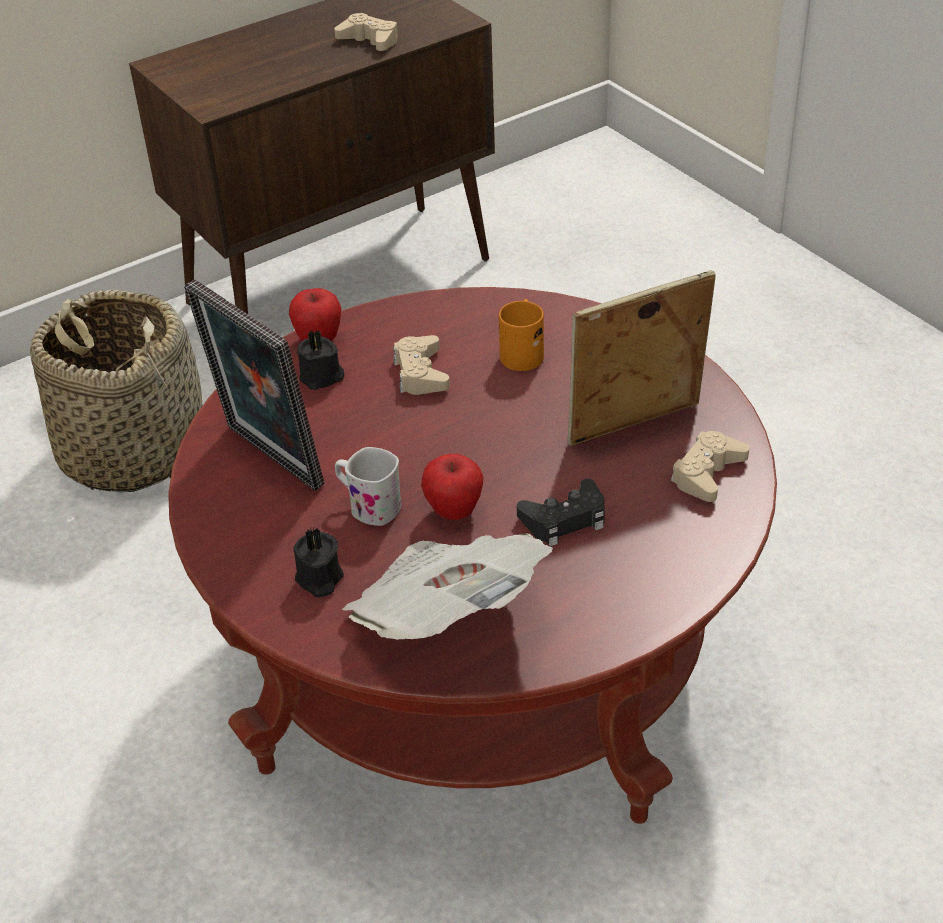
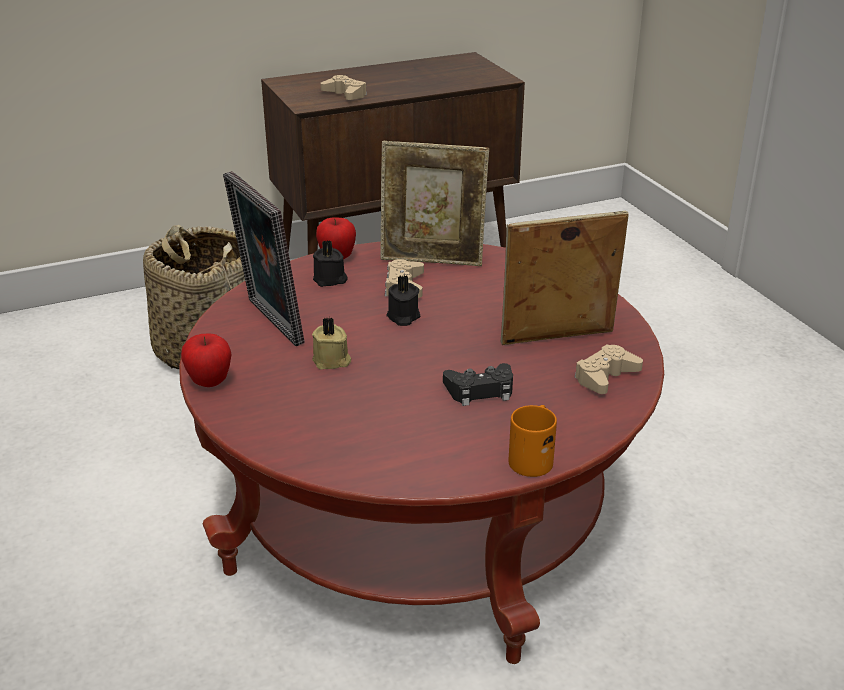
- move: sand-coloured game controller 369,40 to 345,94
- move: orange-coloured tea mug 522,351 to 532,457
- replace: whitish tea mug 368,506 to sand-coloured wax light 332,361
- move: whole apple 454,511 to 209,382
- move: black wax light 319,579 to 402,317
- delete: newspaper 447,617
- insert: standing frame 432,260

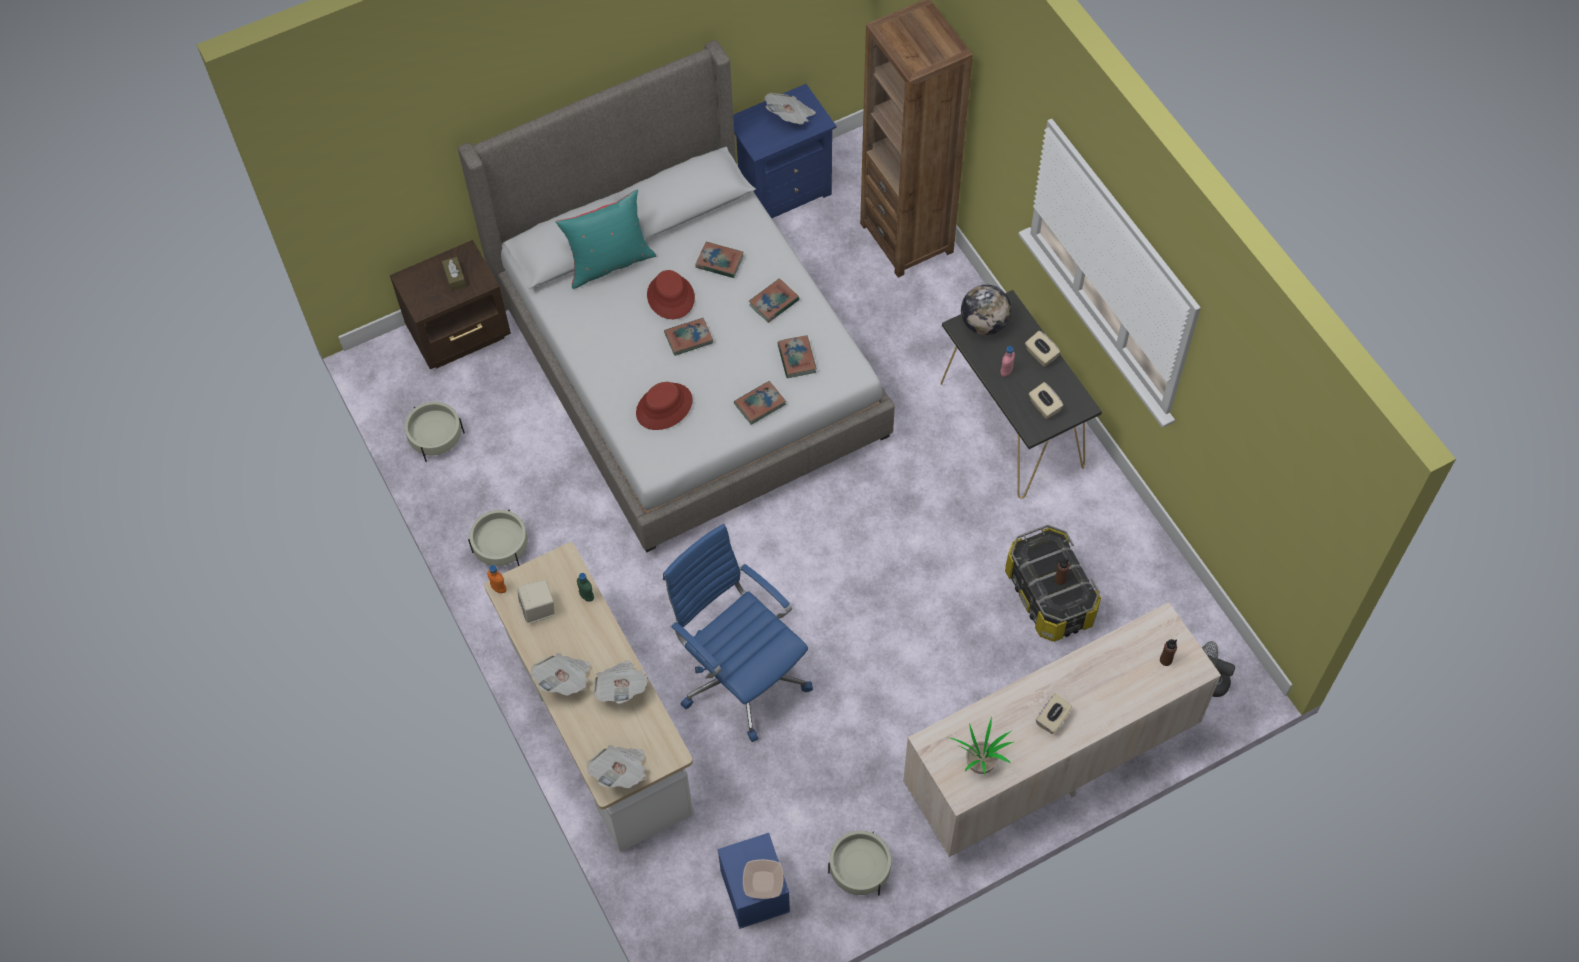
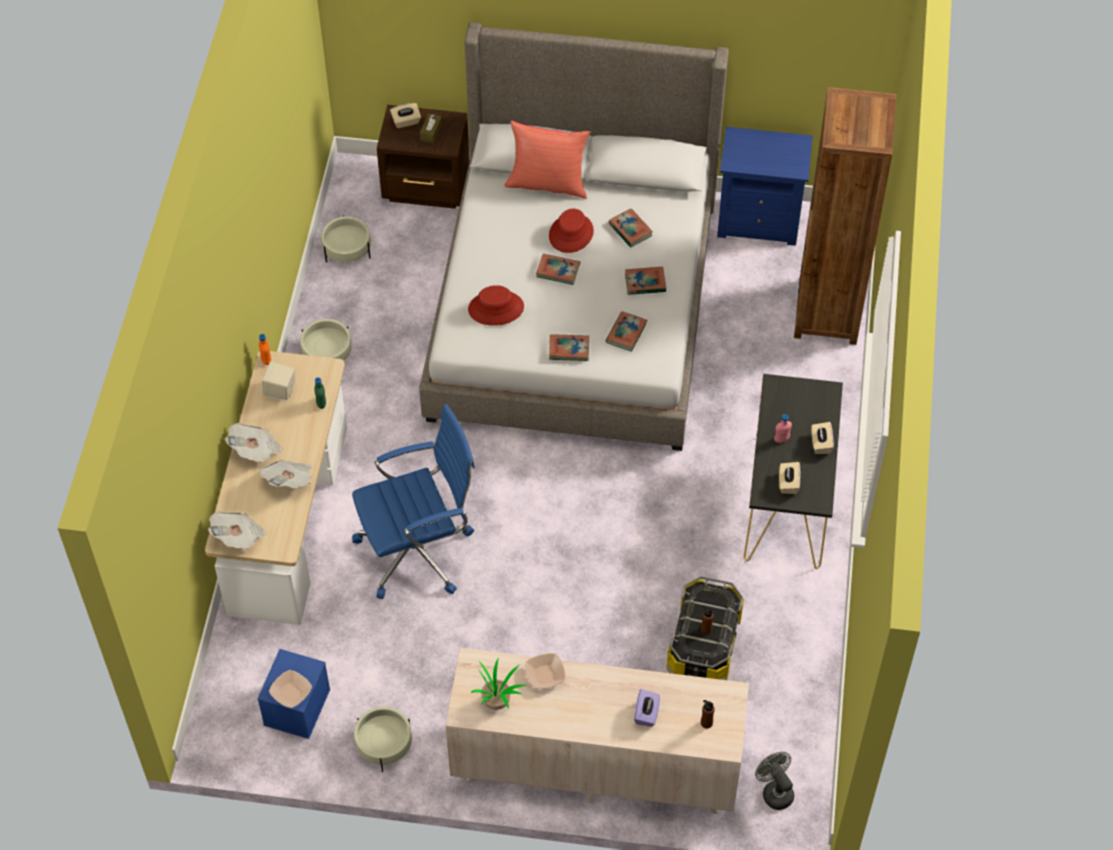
- delete: newspaper 790,117
- recolor: turquoise-coloured pillow 609,263 to reddish pillow 547,183
- delete: world globe 984,324
- rotate: bluish desk chair 741,675 = 419,551 75 degrees clockwise
- move: sand-coloured tissue holder 1052,719 to 406,122
- insert: serving bowl 545,675
- insert: purplish tissue holder 646,714

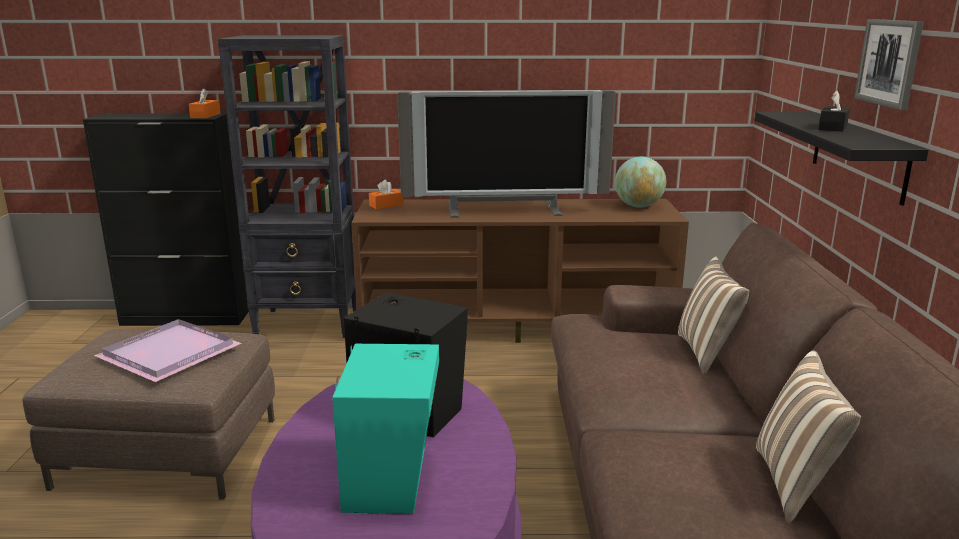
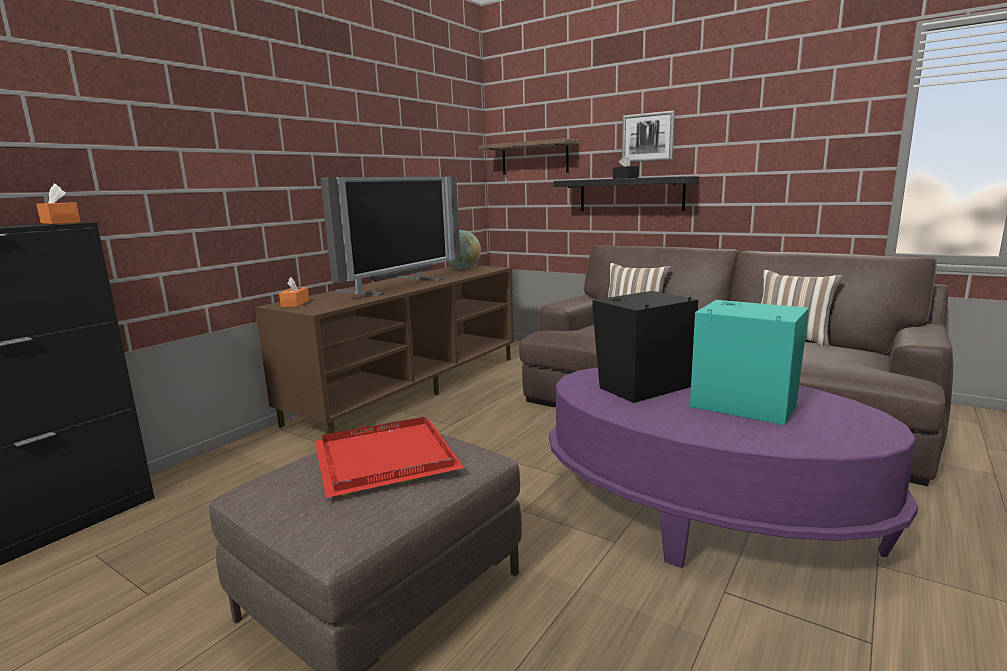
- delete: black shelving unit 309,323
- recolor: purplish carrying tray 172,353 to reddish carrying tray 387,457
- insert: shelf 534,158

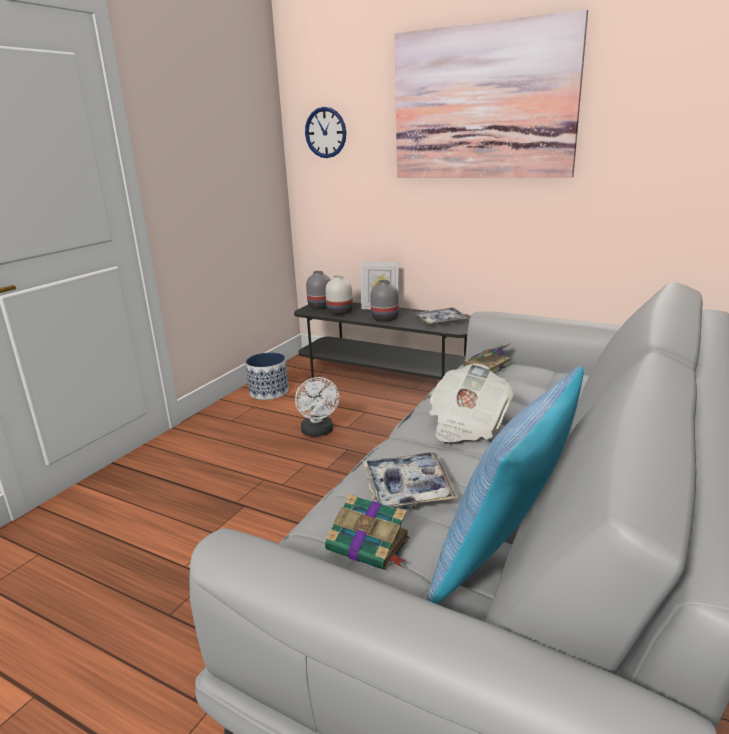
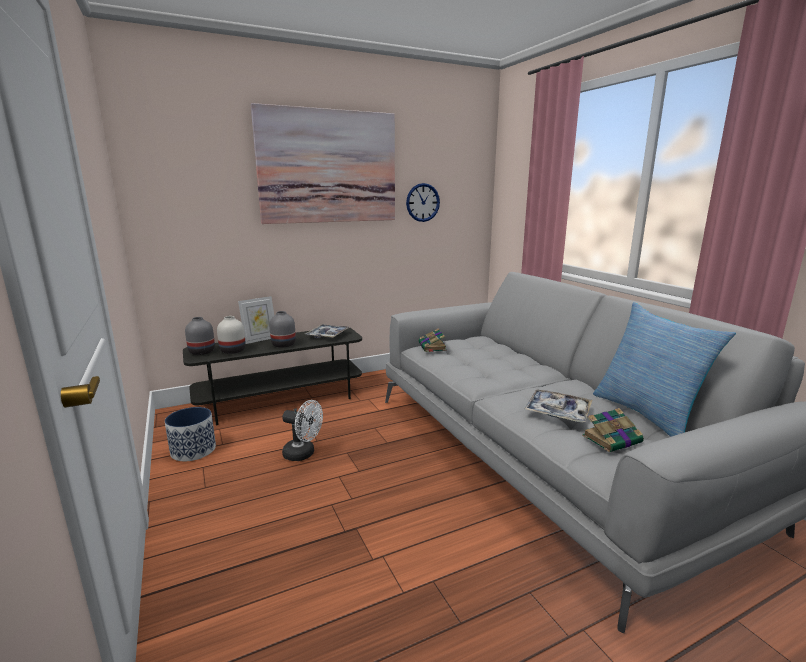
- move: wall clock 325,132 to 422,202
- delete: newspaper 466,424

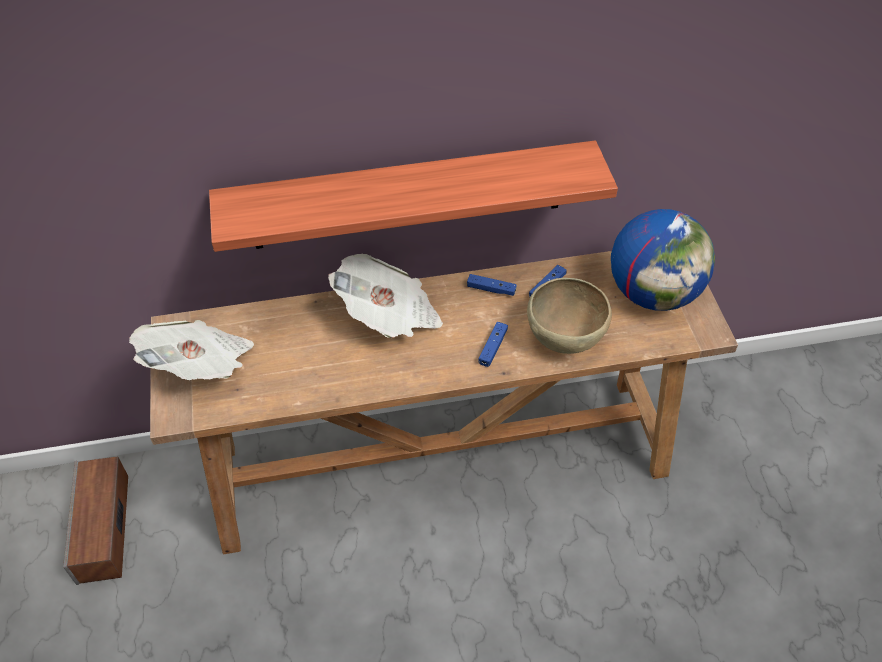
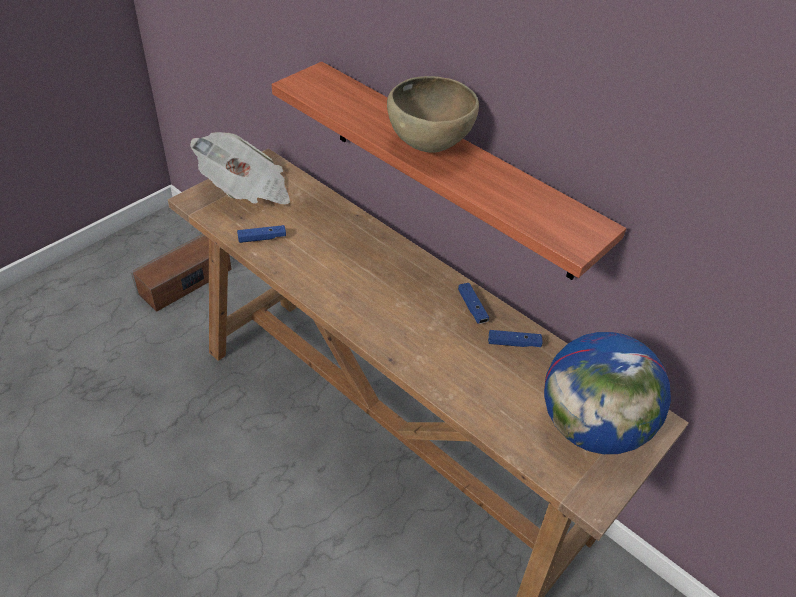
- delete: newspaper 389,316
- move: brown-coloured serving bowl 565,339 to 429,146
- move: bluish game controller 493,347 to 262,238

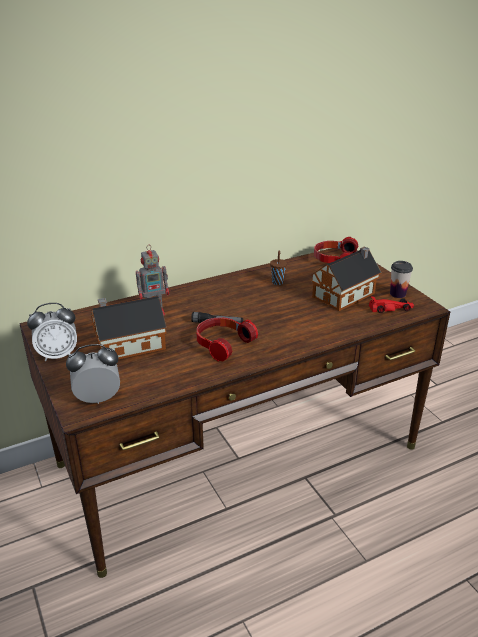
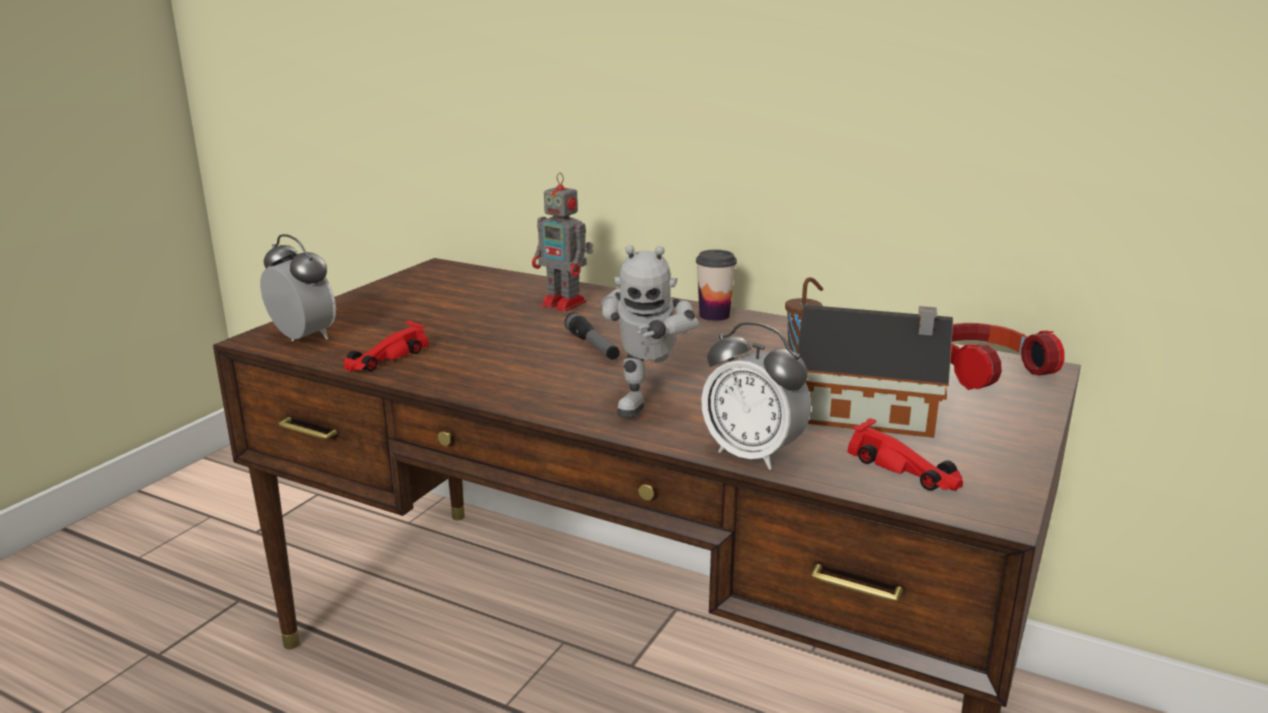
- move: cup 397,294 to 714,315
- delete: toy house 128,345
- move: bedside clock 58,355 to 753,454
- delete: headset 222,344
- insert: model robot 647,400
- insert: reddish toy car 385,358

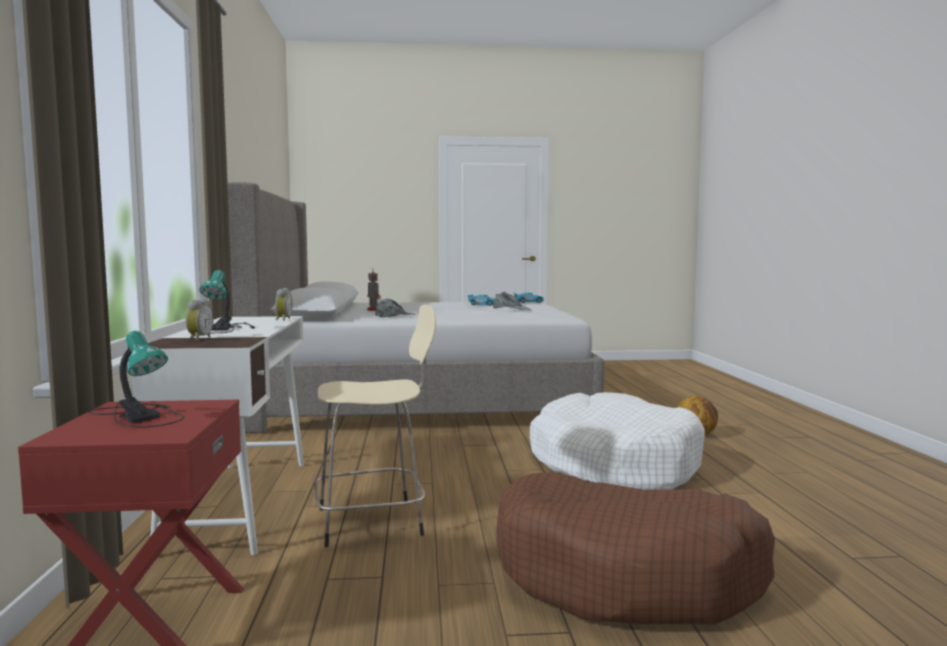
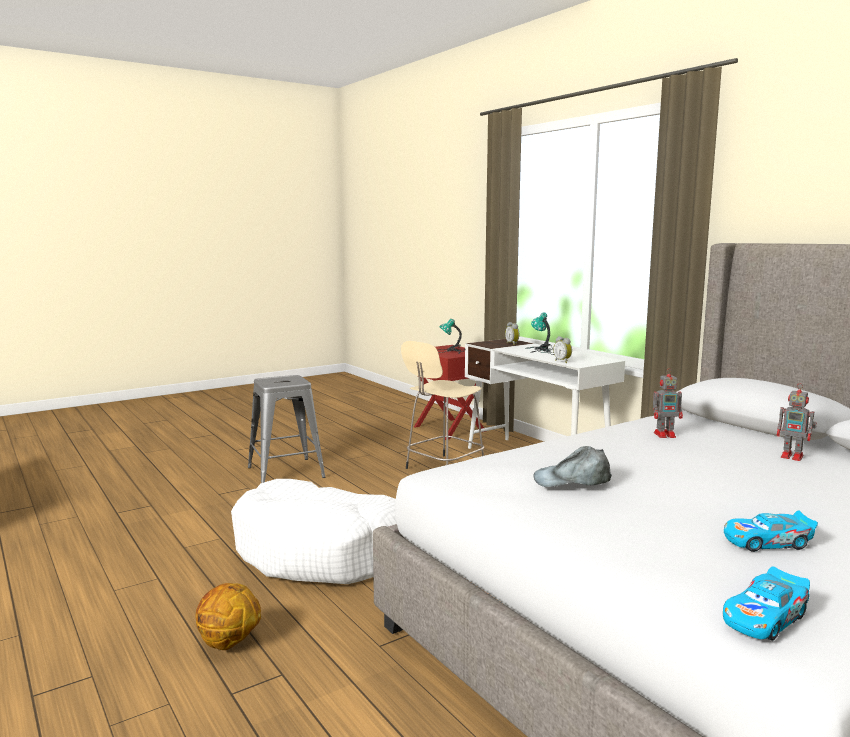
- replace: greyish baseball cap 394,316 to model robot 665,435
- replace: brown-coloured dog cushion 626,576 to greyish stool 285,472

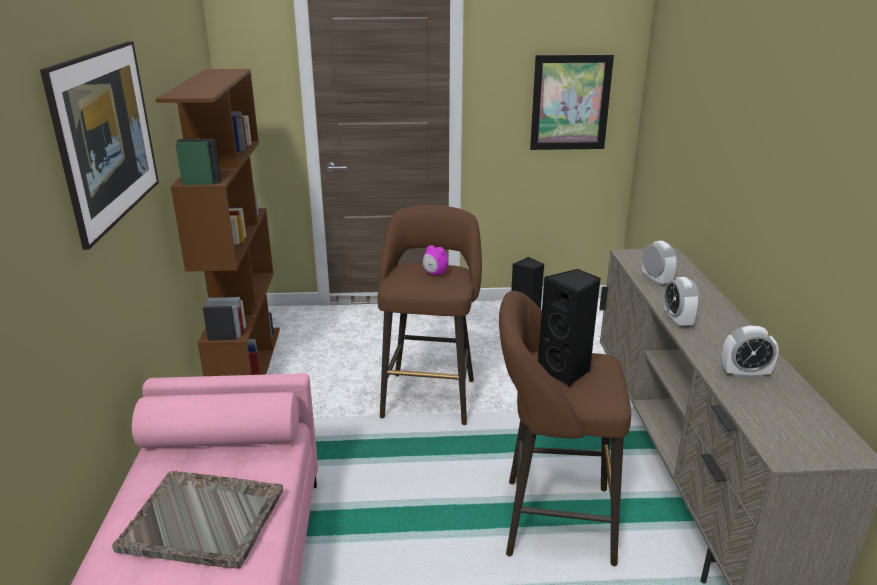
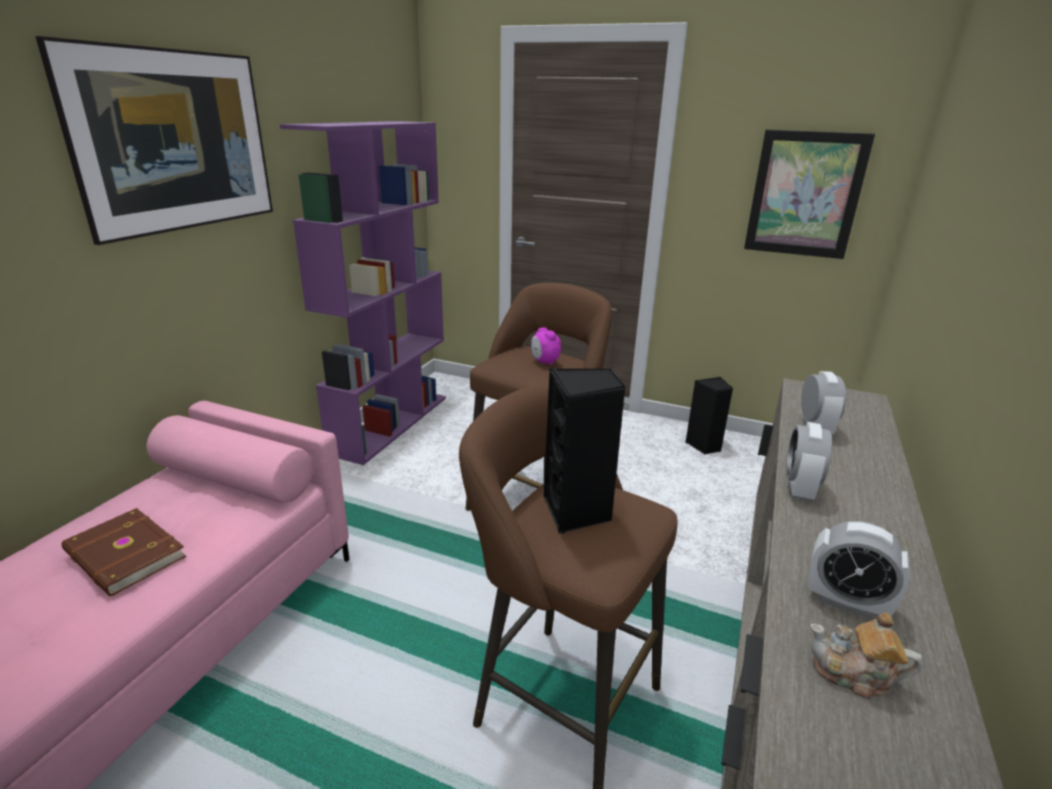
- recolor: brown-coloured shelving unit 247,365 to purplish shelving unit 390,423
- replace: greyish carrying tray 204,520 to brown-coloured bound book 123,556
- insert: tea pot 853,675

